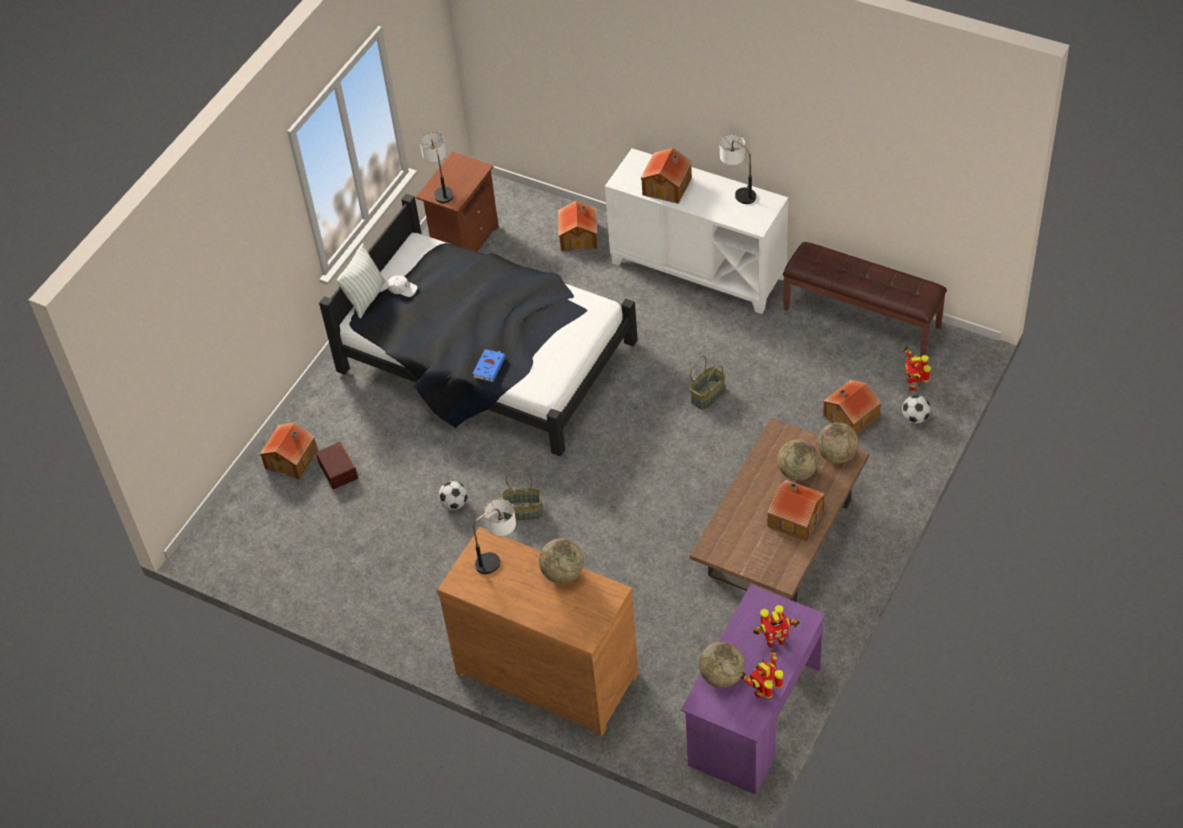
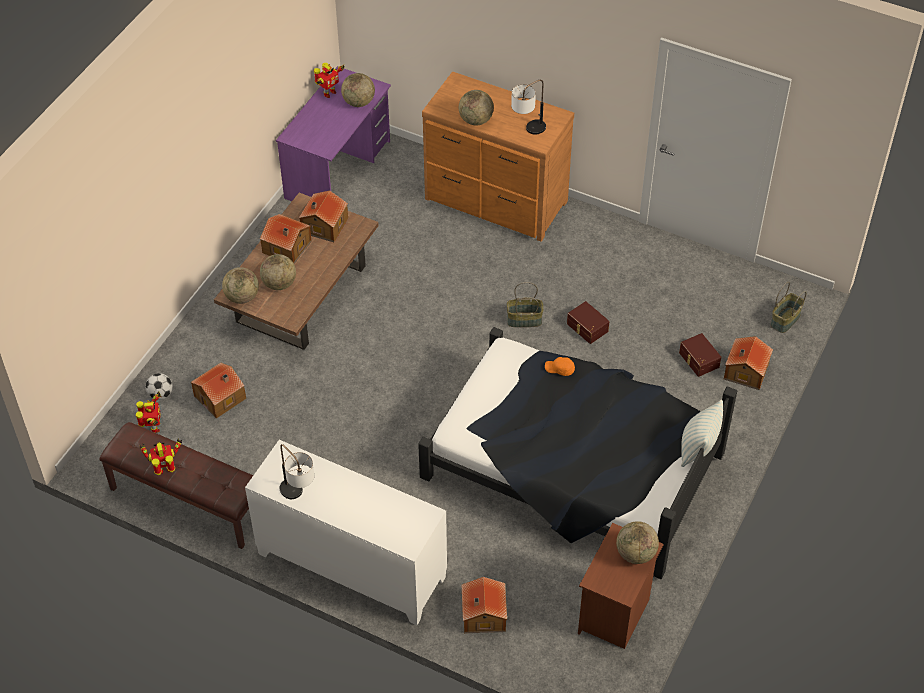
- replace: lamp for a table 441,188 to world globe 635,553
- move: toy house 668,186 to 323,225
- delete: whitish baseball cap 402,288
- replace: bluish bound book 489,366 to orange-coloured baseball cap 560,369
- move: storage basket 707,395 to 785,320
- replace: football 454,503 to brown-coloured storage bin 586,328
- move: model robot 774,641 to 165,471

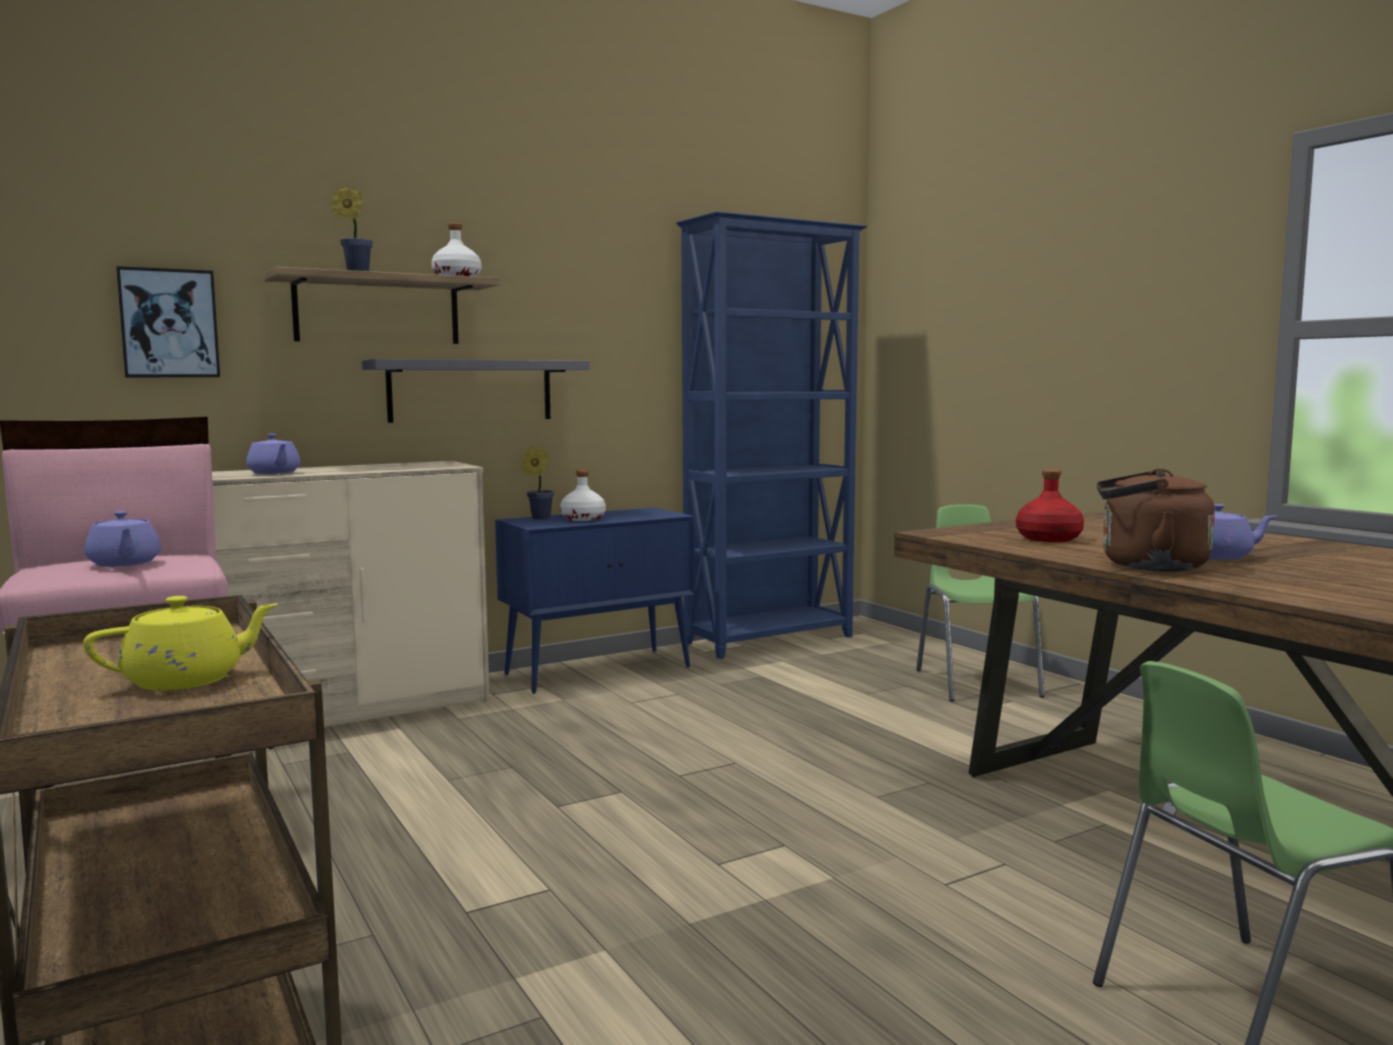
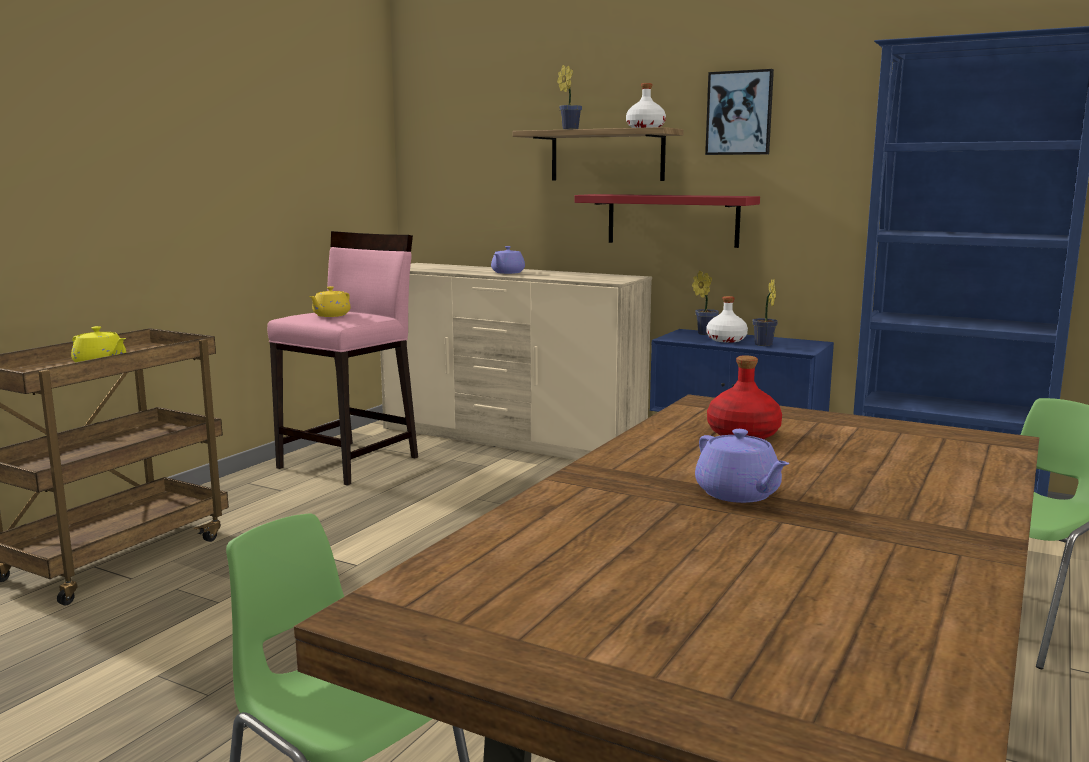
- move: picture 169,323 to 739,113
- recolor: greyish shelf 471,390 to reddish shelf 672,220
- delete: brown-coloured kettle 1146,566
- recolor: purplish tea pot 124,563 to yellowish tea pot 330,315
- insert: houseplant 764,345

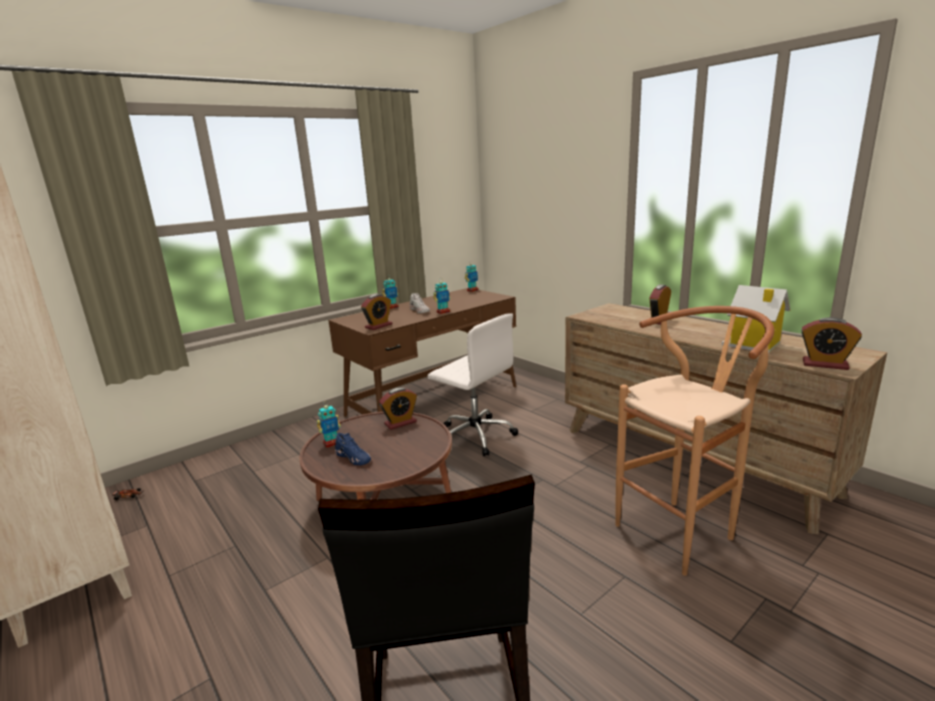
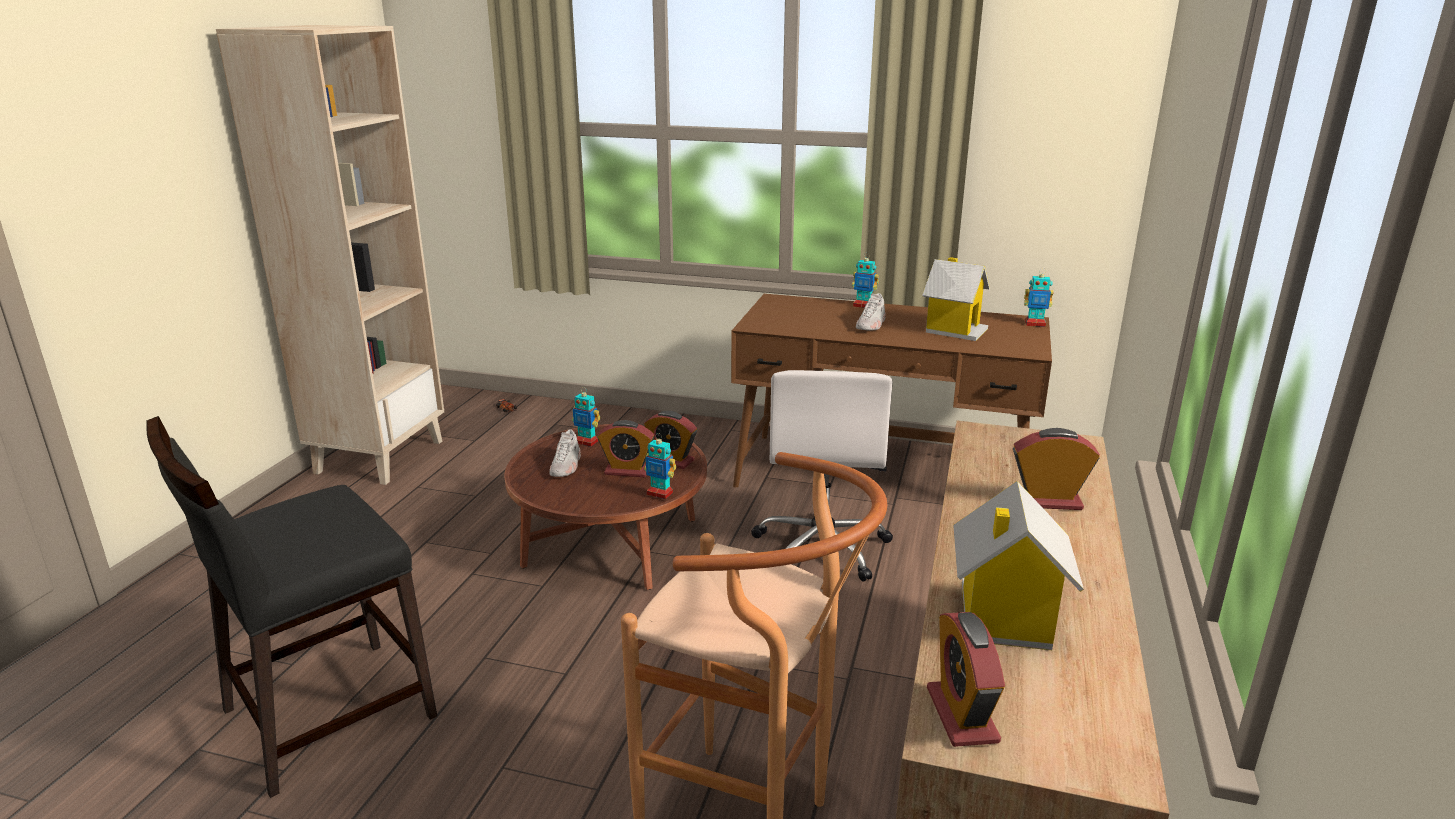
- move: model robot 443,312 to 660,493
- move: bedside clock 378,326 to 627,471
- recolor: bluish low shoe 354,458 to whitish low shoe 566,466
- insert: toy house 954,330

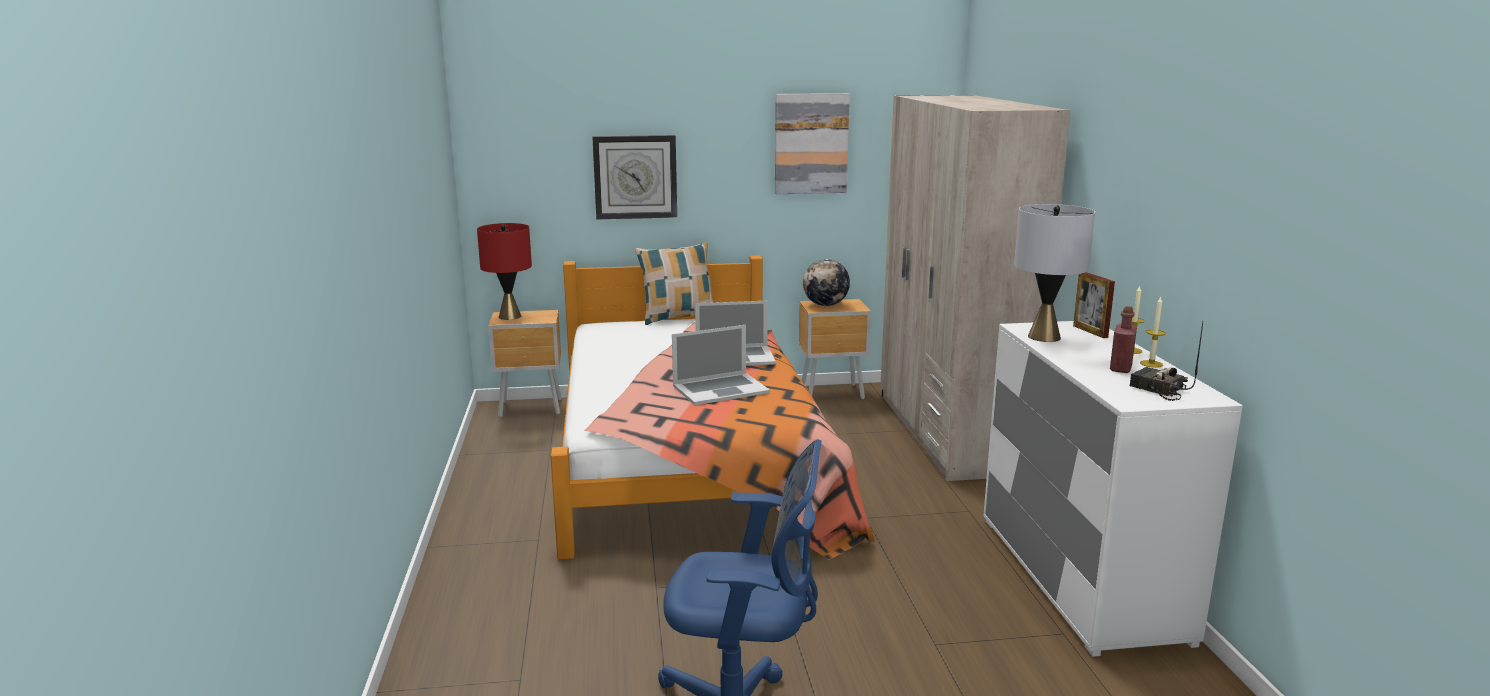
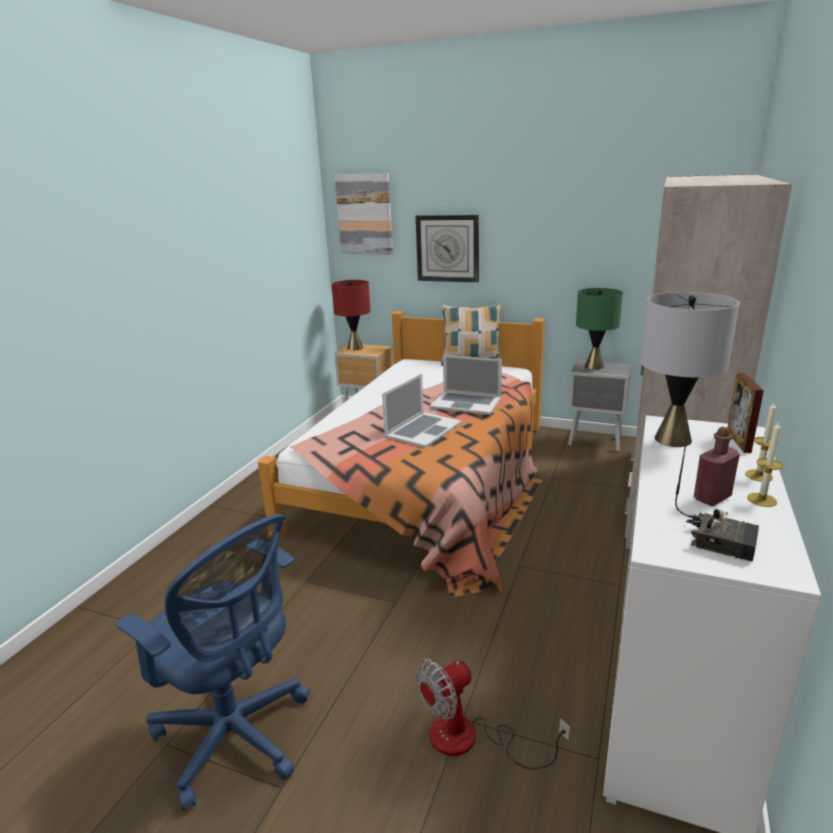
- move: picture 811,143 to 365,214
- replace: world globe 825,305 to green lamp for a table 594,366
- recolor: brown-coloured nightstand 833,394 to greyish nightstand 596,442
- rotate: radio 1157,390 = 720,540 135 degrees clockwise
- rotate: notebook computer 720,389 = 423,430 60 degrees counterclockwise
- insert: electric fan 470,740

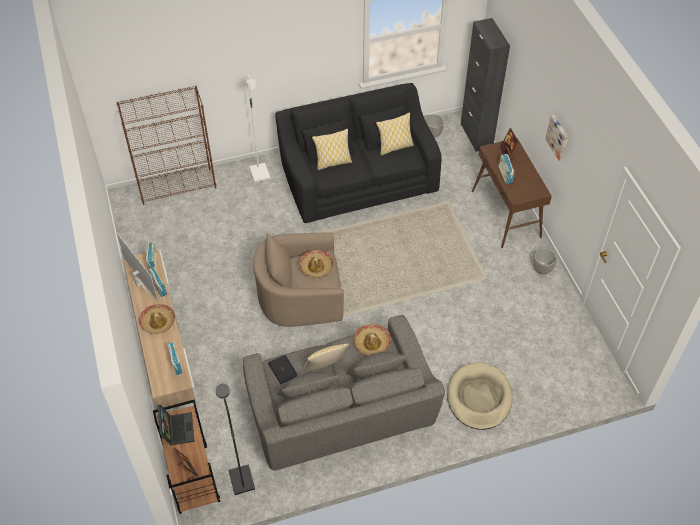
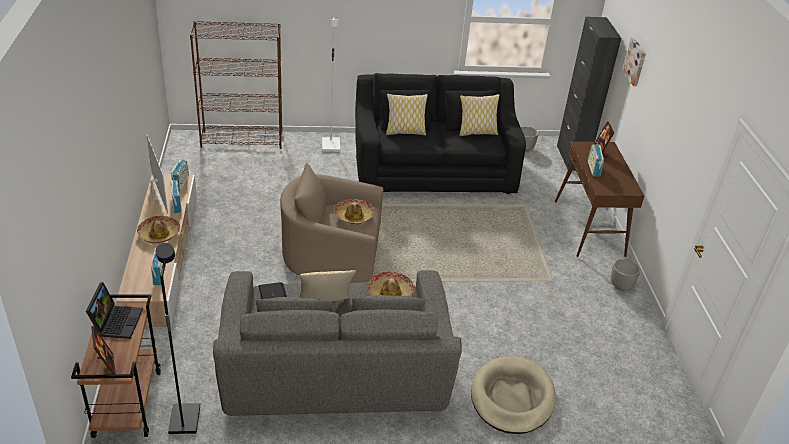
- move: picture 558,137 to 636,62

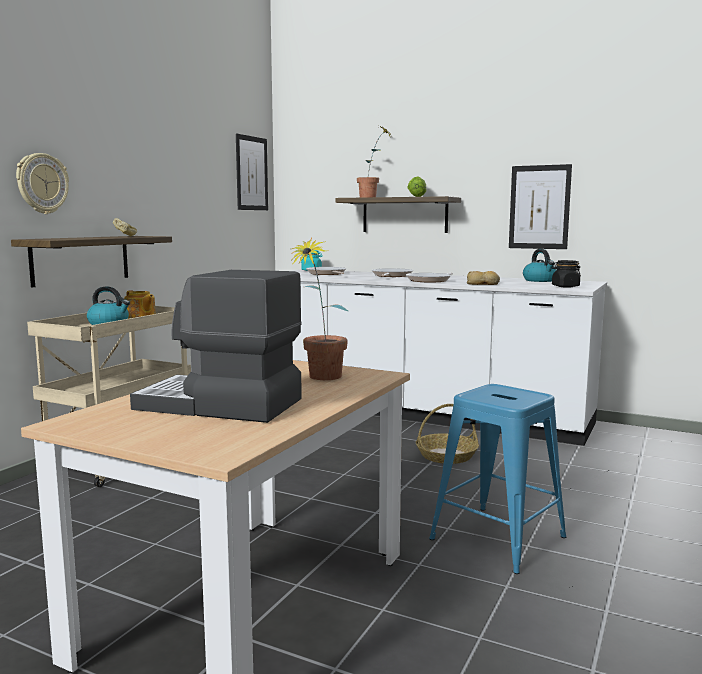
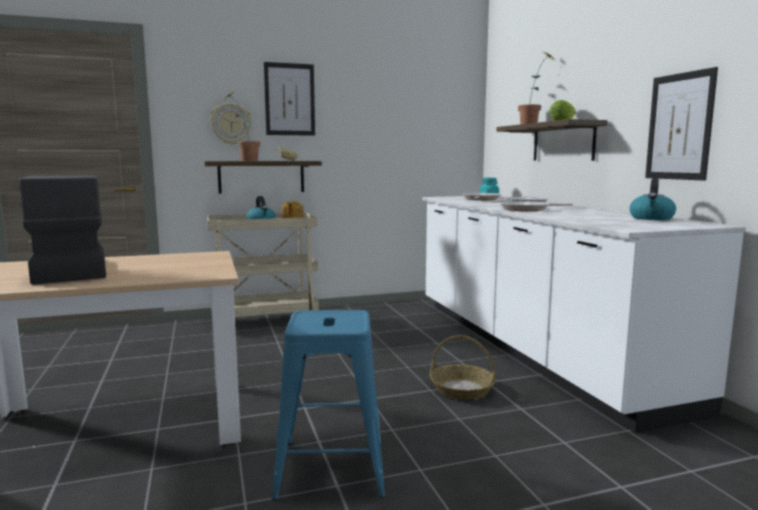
- move: picture 251,173 to 289,99
- move: houseplant 319,378 to 244,160
- delete: black storage jar 565,286
- delete: bakery bread 483,284

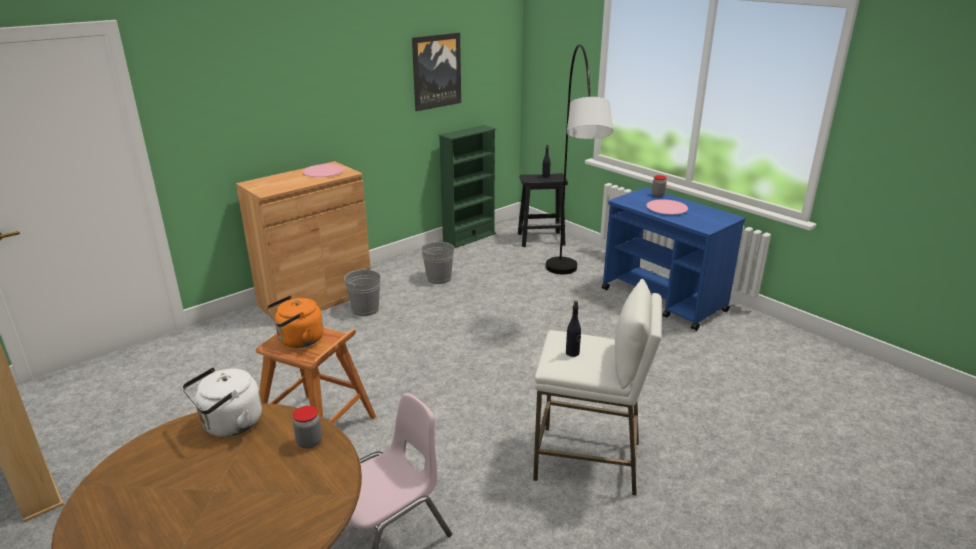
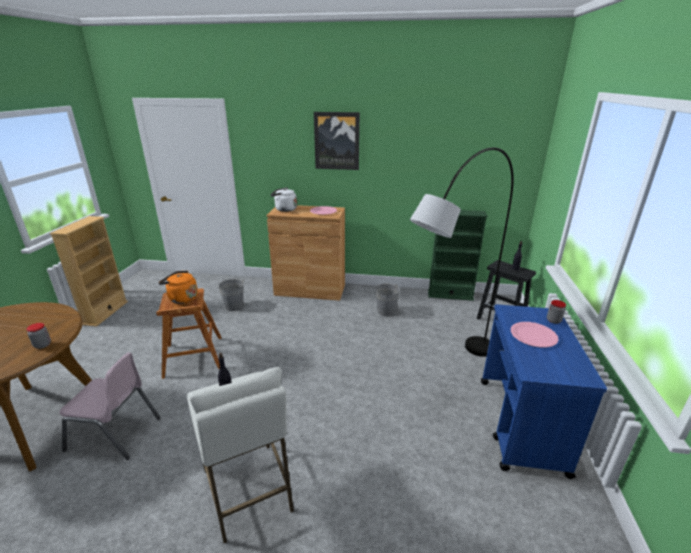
- move: picture 436,71 to 337,141
- move: greyish bucket 365,309 to 234,306
- move: whitish kettle 229,425 to 284,209

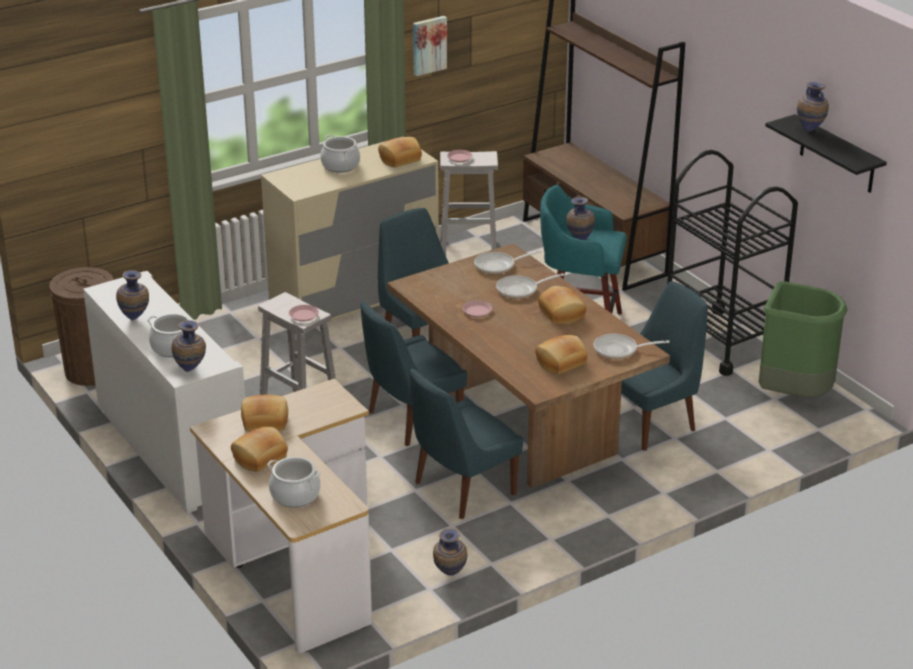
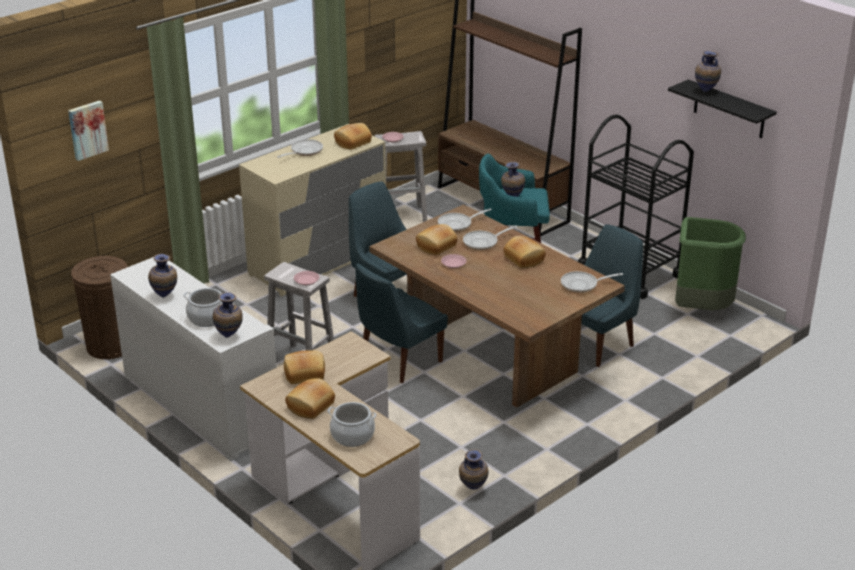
- move: picture 428,45 to 87,129
- replace: saucepot 340,165 to frying pan 304,151
- move: bakery bread 561,363 to 437,246
- delete: bluish plain chair 461,490

